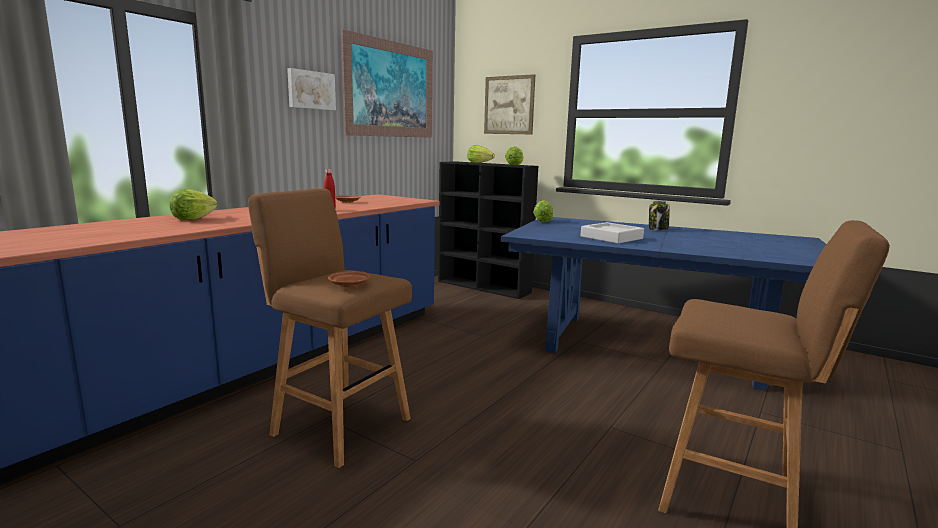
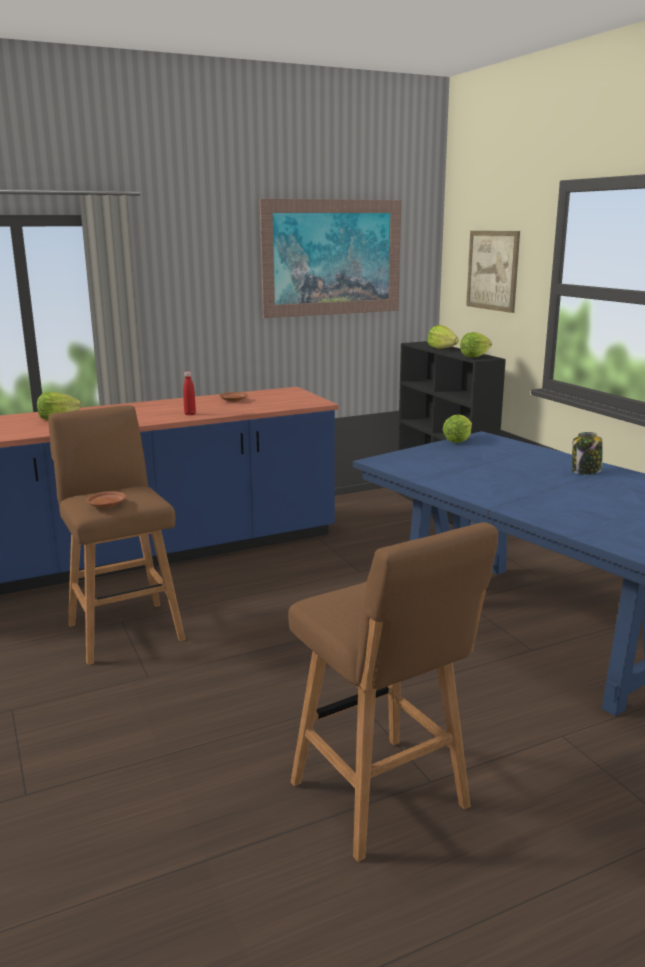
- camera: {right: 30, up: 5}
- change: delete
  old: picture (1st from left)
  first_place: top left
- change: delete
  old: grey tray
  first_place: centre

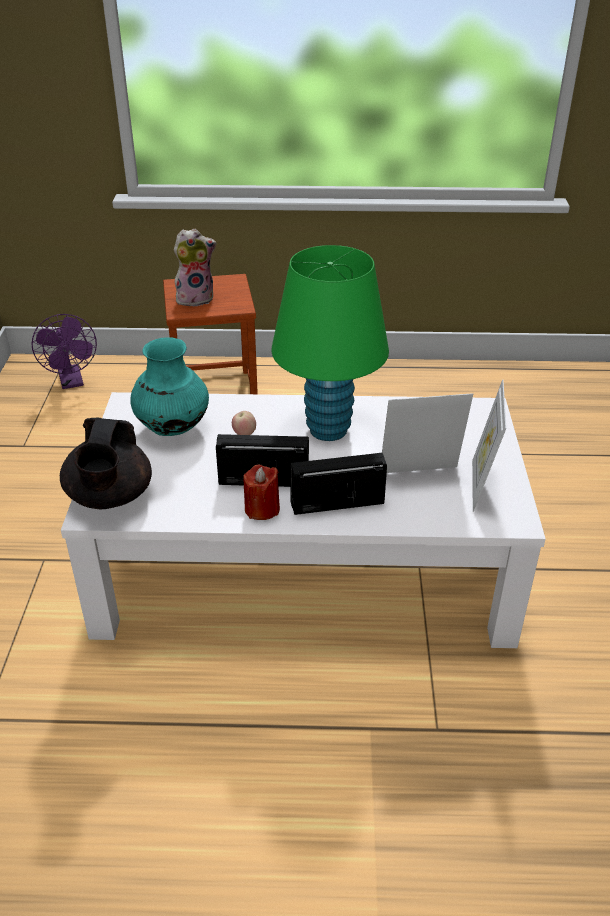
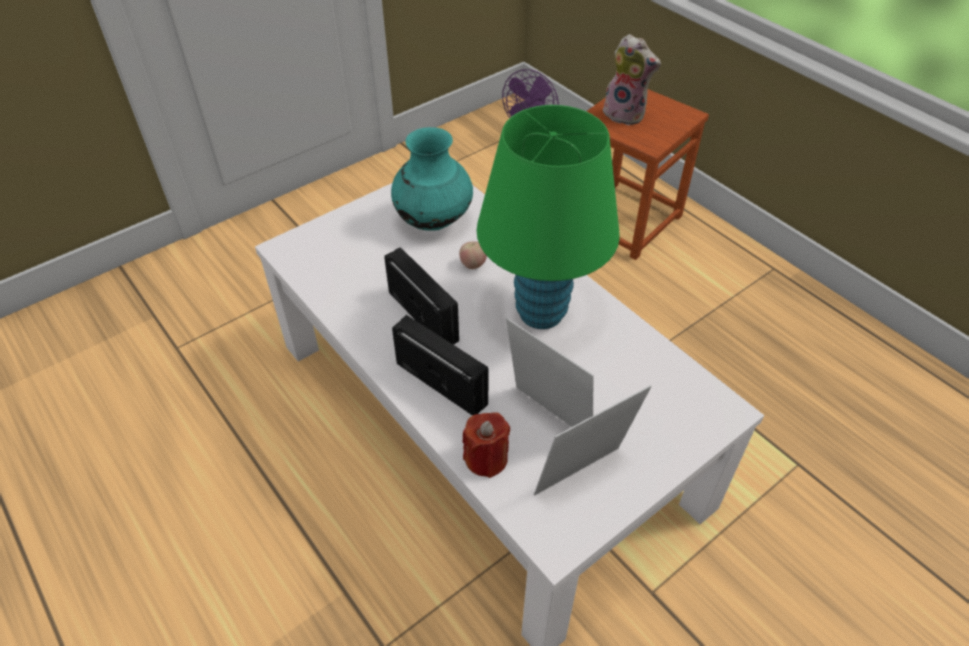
- camera: {right: 50, up: 10}
- change: delete
  old: black teapot
  first_place: middle left
- change: move
  old: red candle
  first_place: centre
  second_place: bottom centre

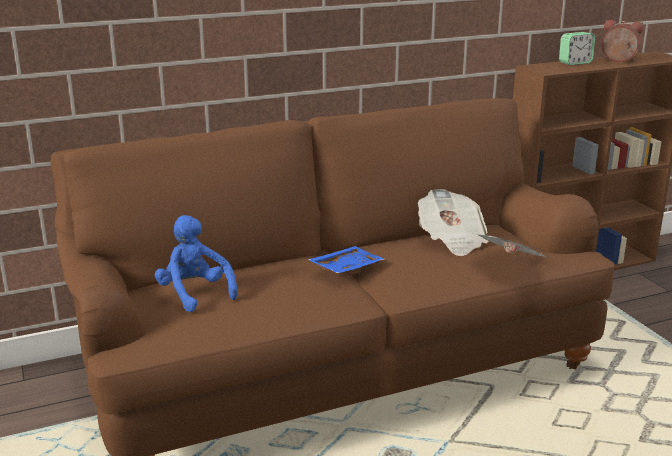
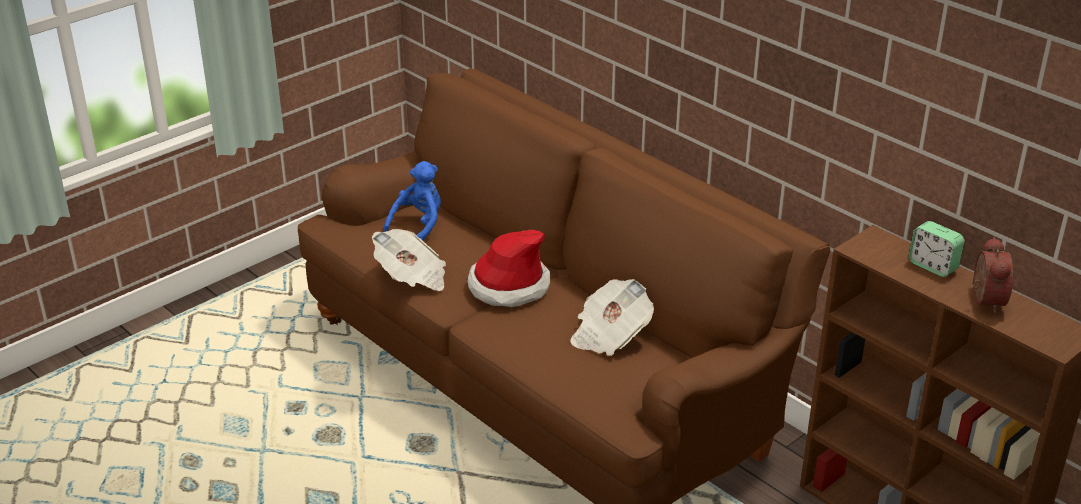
- camera: {right: 70, up: 10}
- change: move
  old: newspaper (2nd from left in the first image)
  new: newspaper (1st from left)
  first_place: middle right
  second_place: centre
- change: replace
  old: blue tray
  new: hat
  first_place: centre
  second_place: centre

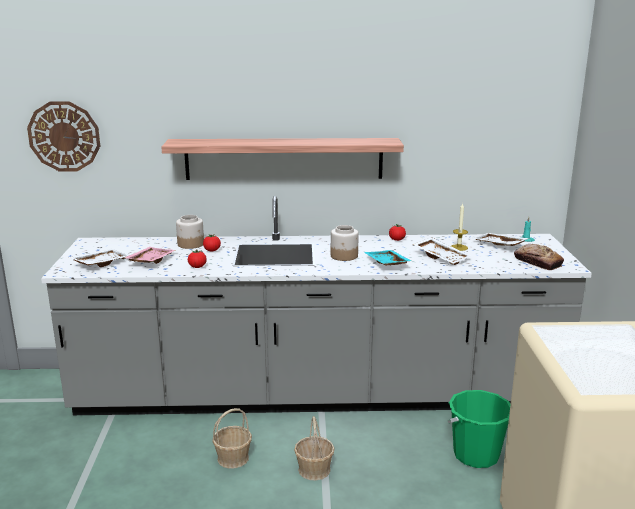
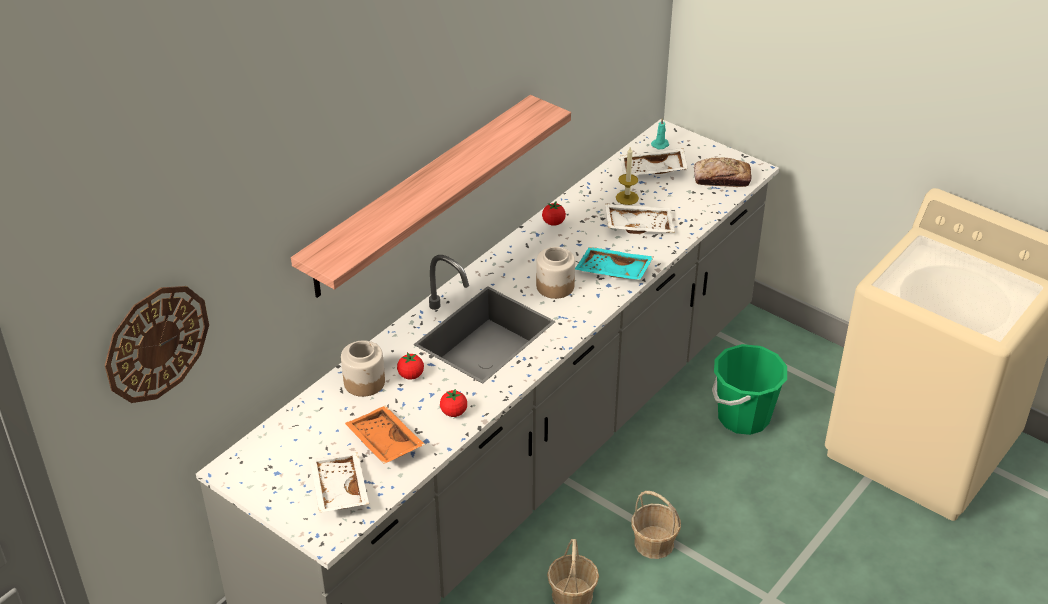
- camera: {right: -50, up: 20}
- change: recolor
  old: pink tray
  new: orange tray
  first_place: middle left
  second_place: bottom centre

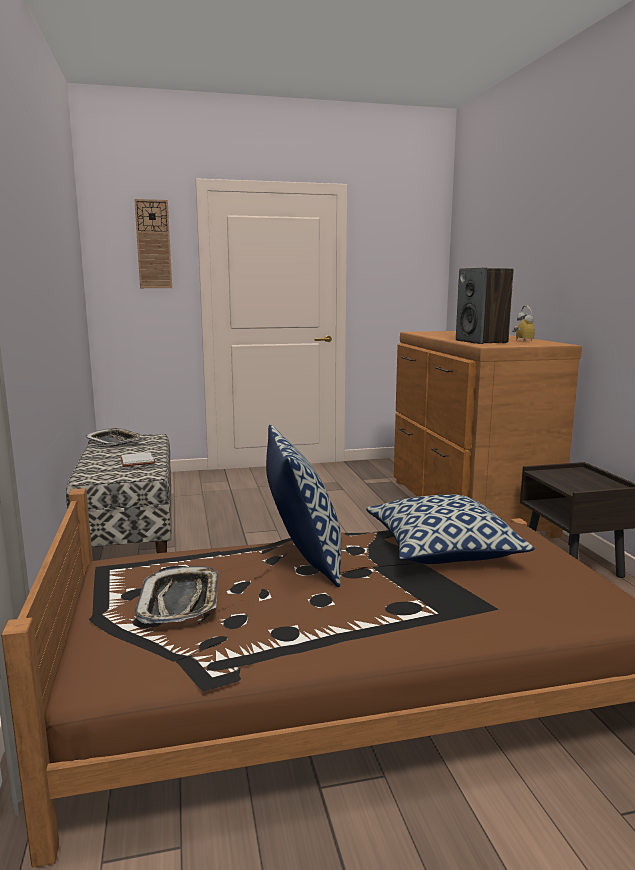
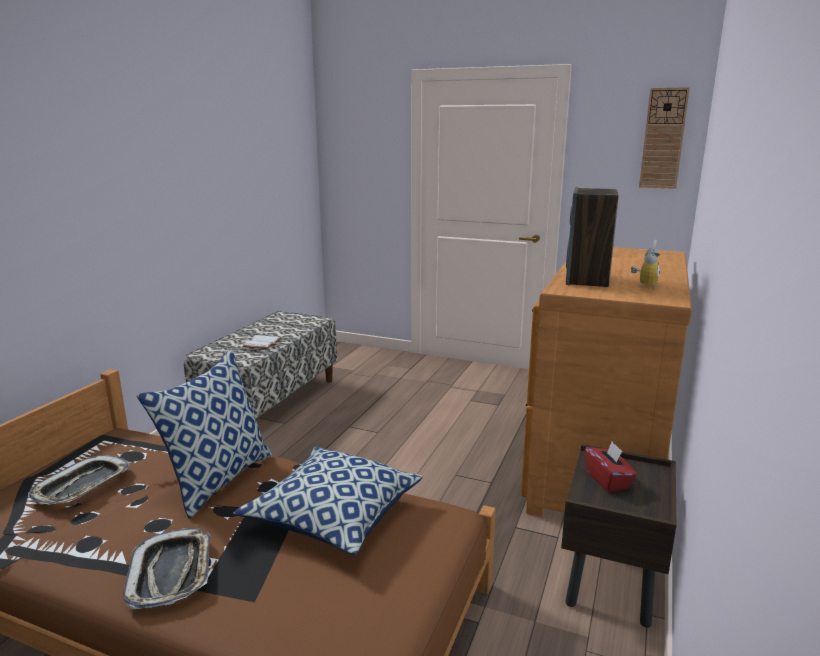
- camera: {right: 35, up: 5}
- change: move
  old: wall clock
  first_place: top left
  second_place: top right
- change: move
  old: tray (1st from left in the first image)
  new: tray (2nd from left)
  first_place: middle left
  second_place: bottom left
- change: insert
  new: red tissue box
  second_place: bottom right

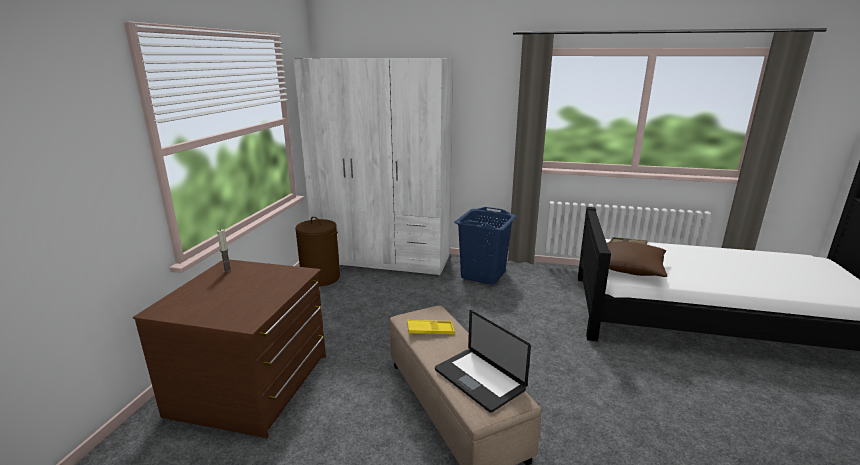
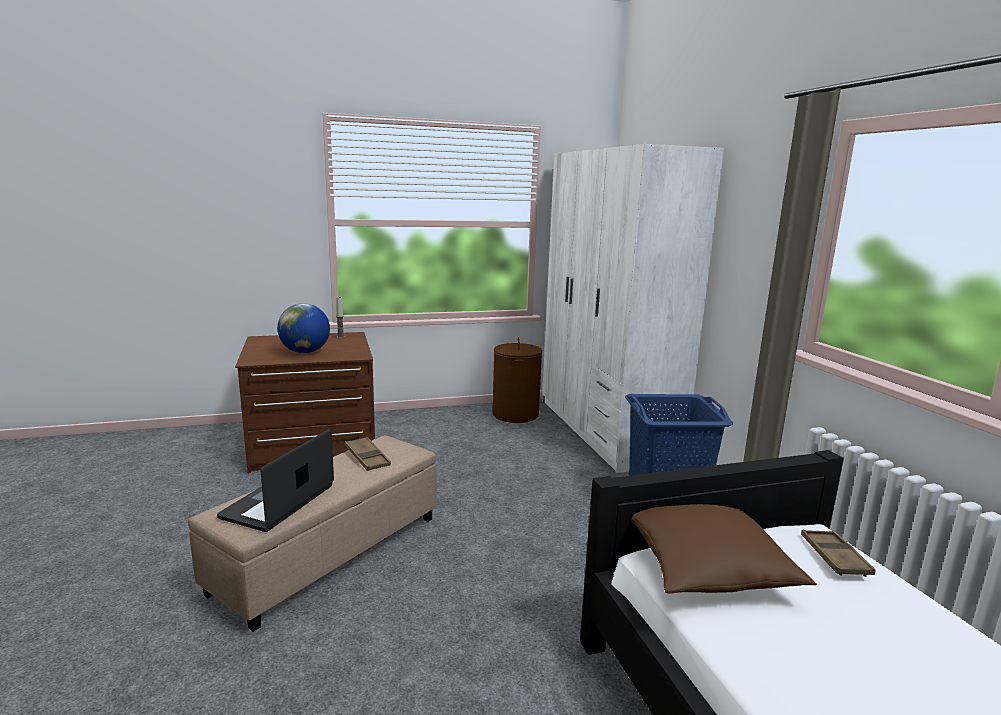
- camera: {right: 60, up: -5}
- change: recolor
  old: yellow tray
  new: brown tray (1st from left)
  first_place: bottom centre
  second_place: centre
- change: insert
  new: globe
  second_place: middle left

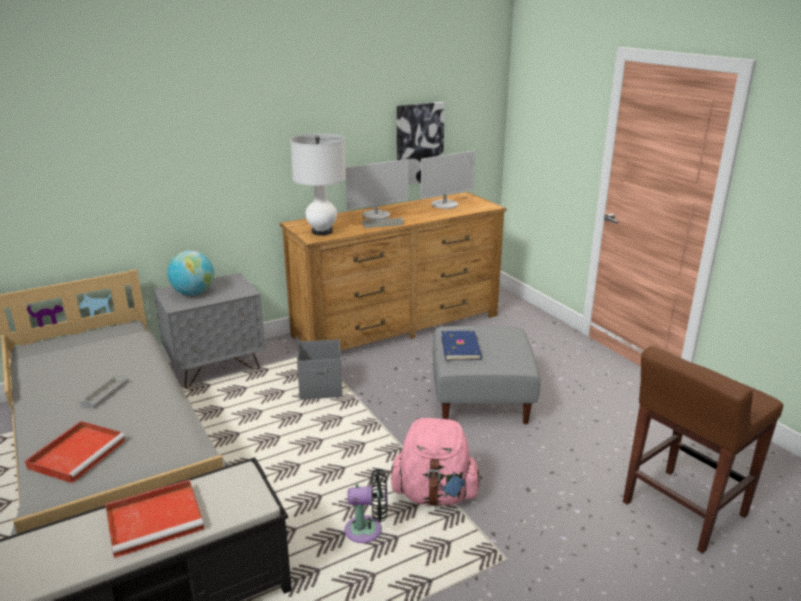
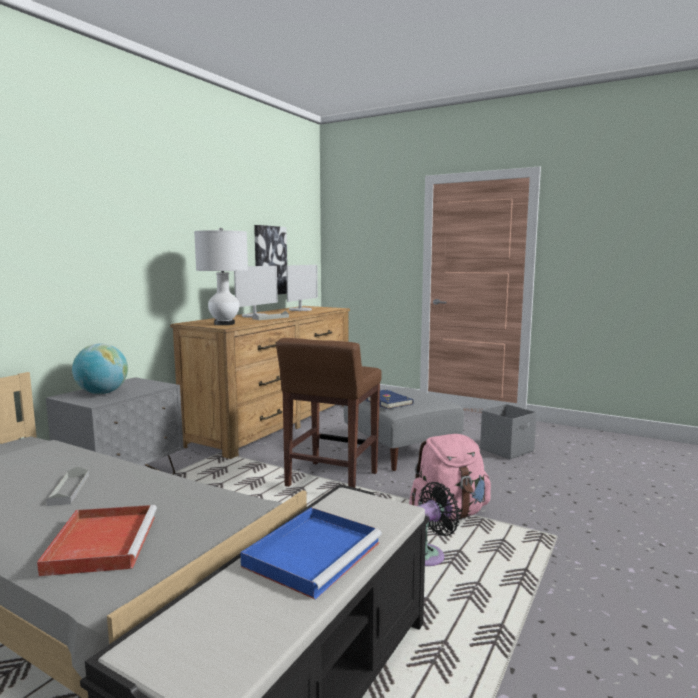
- camera: {right: -30, up: -15}
- change: move
  old: grey storage box
  first_place: centre
  second_place: middle right
- change: move
  old: brown stool
  first_place: bottom right
  second_place: centre
- change: recolor
  old: red tray (2nd from left)
  new: blue tray
  first_place: bottom left
  second_place: bottom centre

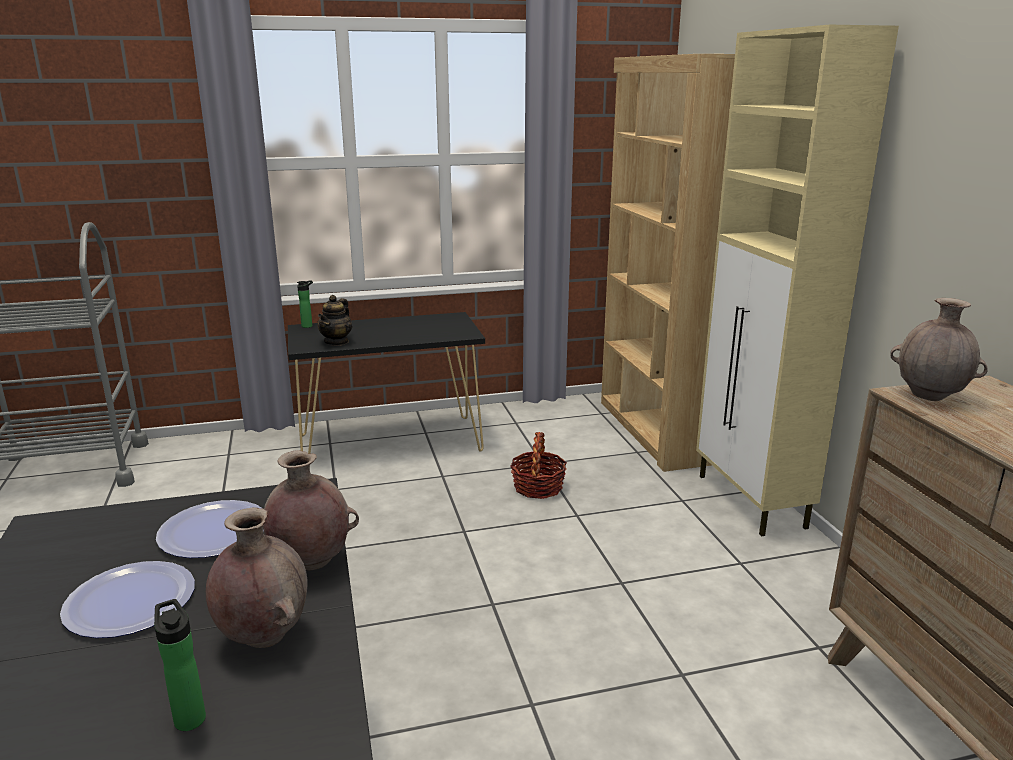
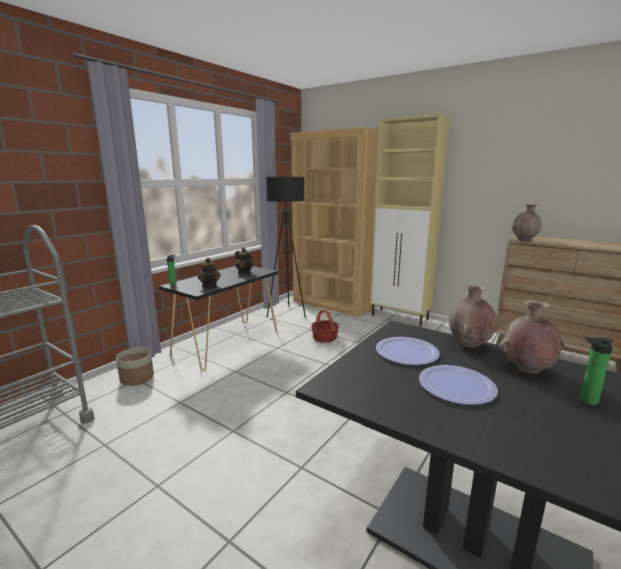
- camera: {right: -40, up: -5}
- change: insert
  new: black floor lamp
  second_place: centre
- change: insert
  new: teapot (2nd from left)
  second_place: centre
- change: insert
  new: planter
  second_place: middle left

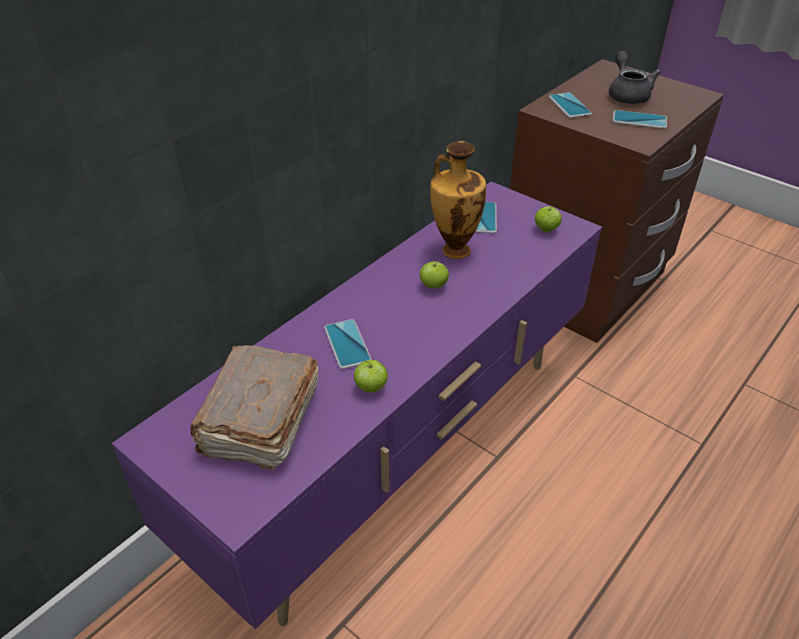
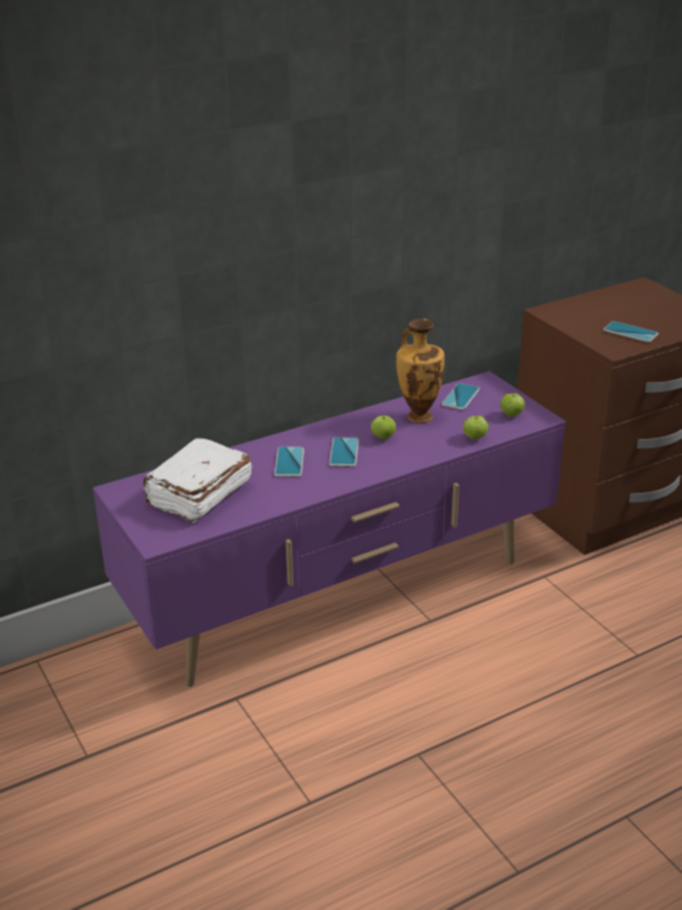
- camera: {right: 20, up: -10}
- change: delete
  old: grey teapot
  first_place: top right
- change: move
  old: phone (3rd from left in the first image)
  new: phone (2nd from left)
  first_place: top right
  second_place: centre
- change: recolor
  old: brown book
  new: white book
  first_place: middle left
  second_place: middle left
- change: move
  old: apple (1st from left in the first image)
  new: apple (2nd from left)
  first_place: centre
  second_place: middle right

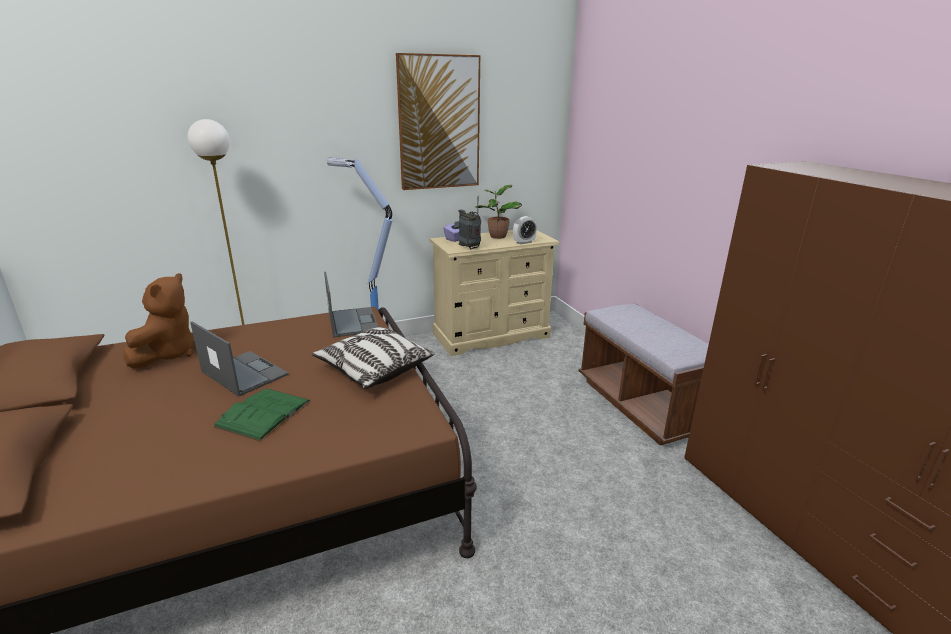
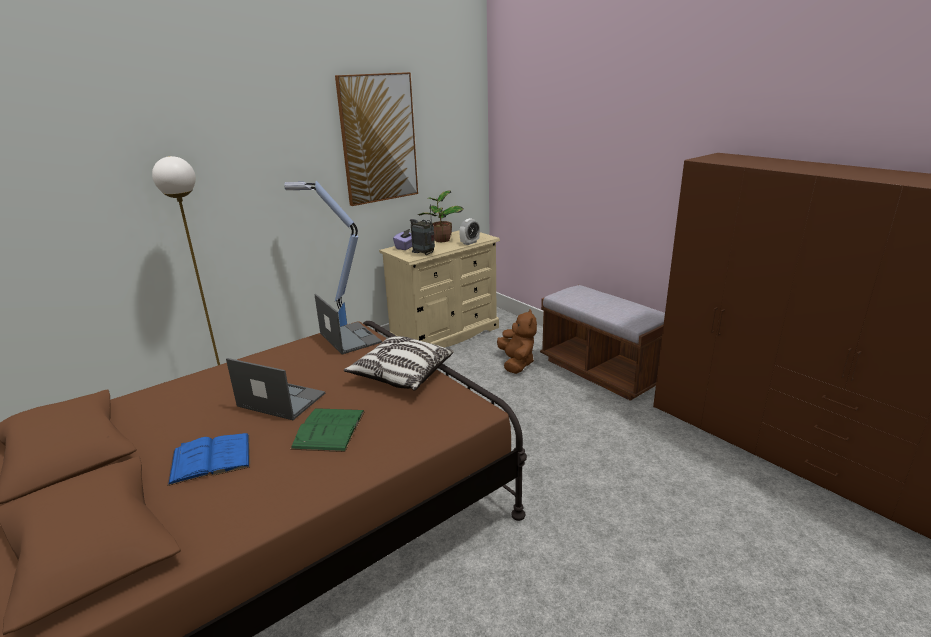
- camera: {right: -15, up: 0}
- change: move
  old: brown plush toy
  first_place: middle left
  second_place: centre
- change: insert
  new: blue book
  second_place: bottom left

